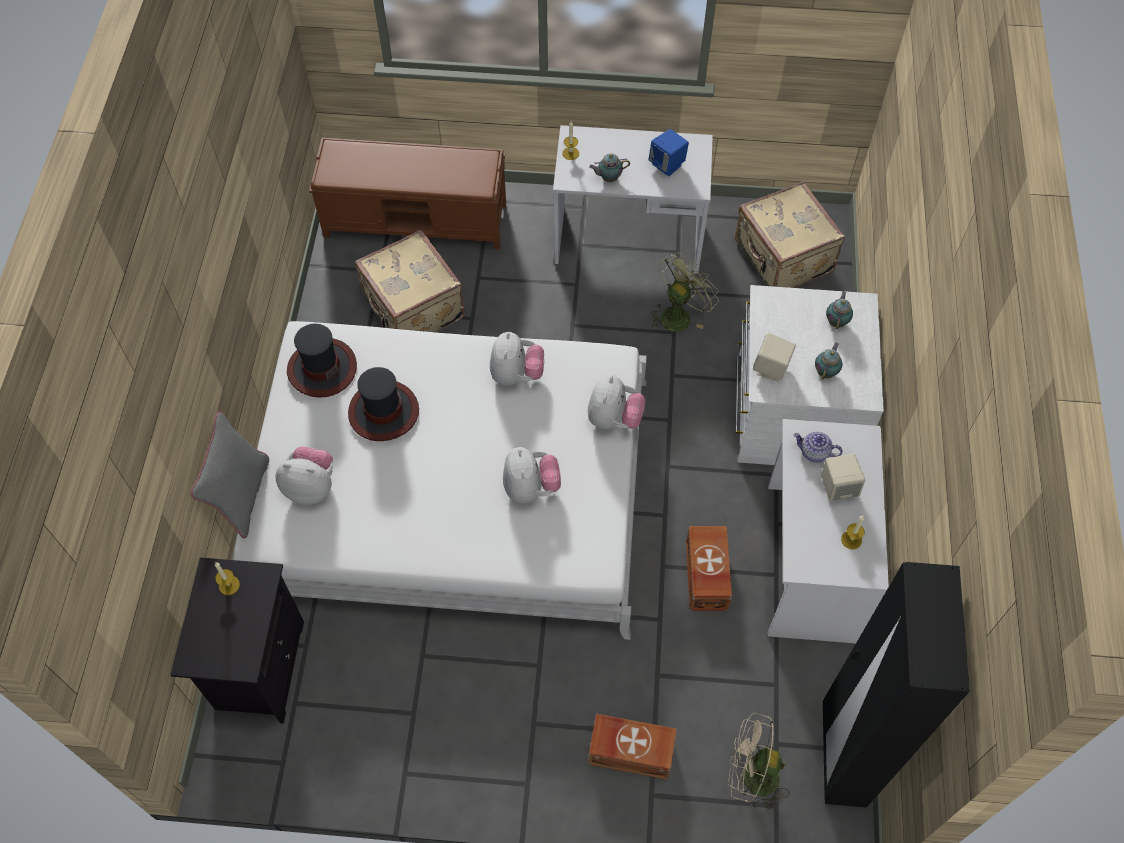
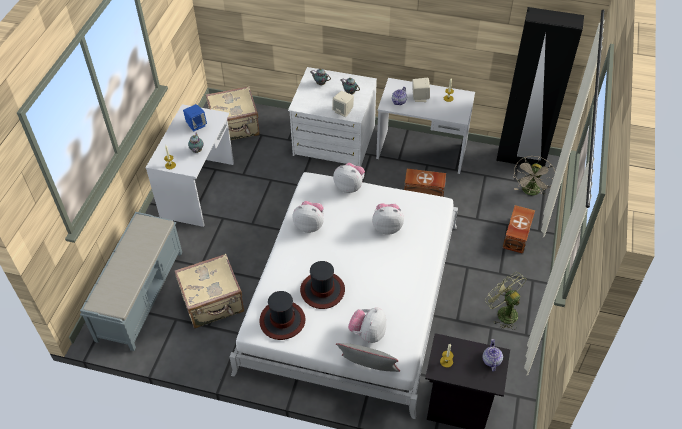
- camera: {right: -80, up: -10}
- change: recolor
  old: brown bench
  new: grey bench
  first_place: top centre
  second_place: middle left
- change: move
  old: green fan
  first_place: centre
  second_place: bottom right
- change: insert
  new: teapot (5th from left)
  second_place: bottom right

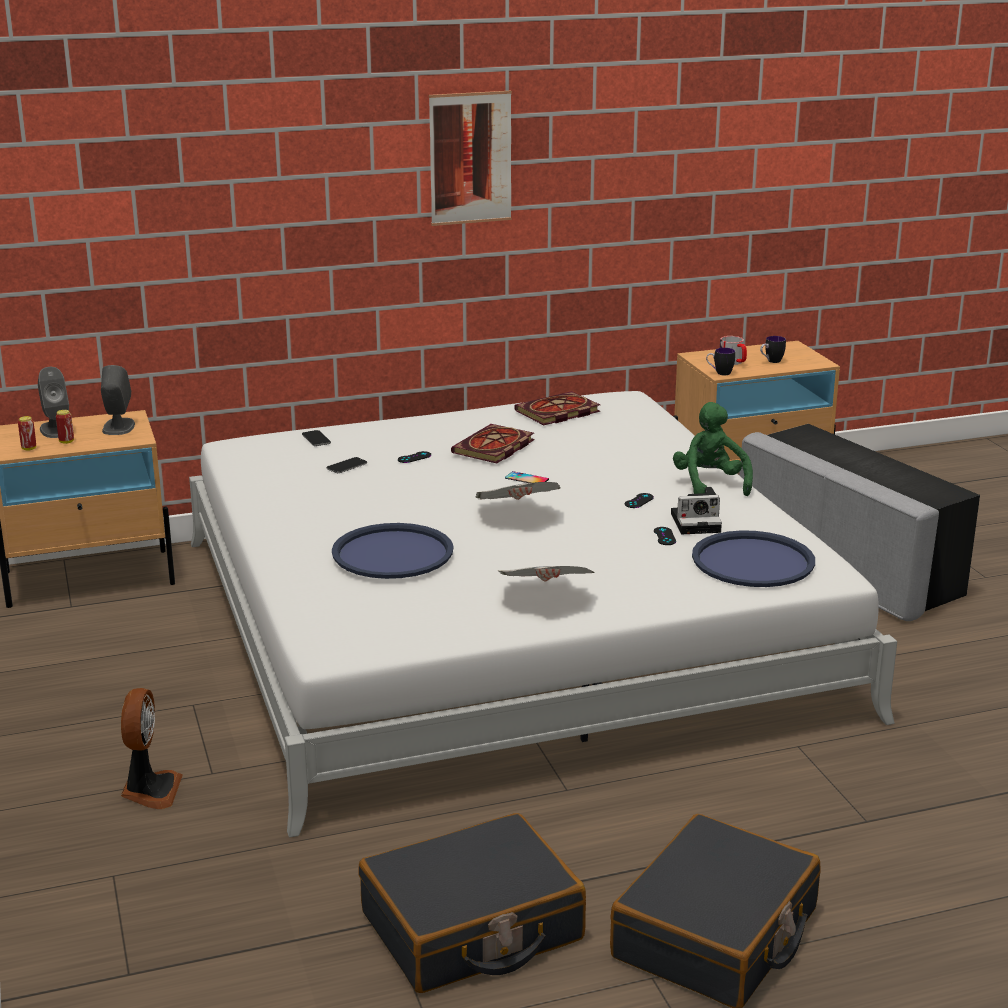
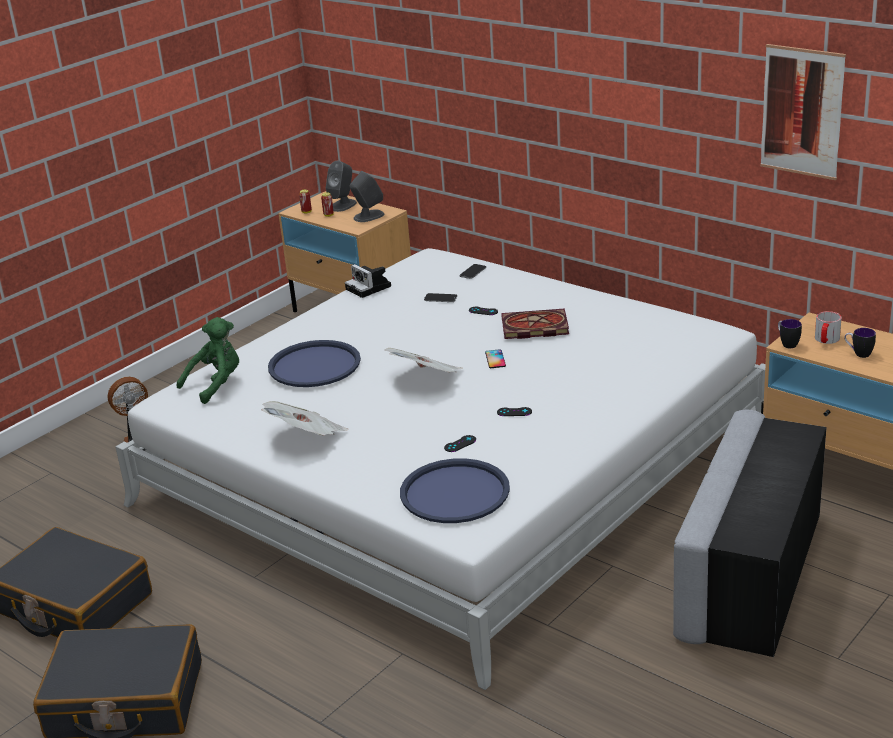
- camera: {right: 60, up: 5}
- change: move
  old: picture
  first_place: top centre
  second_place: top right
- change: delete
  old: book (2nd from left)
  first_place: centre
- change: move
  old: green plush toy
  first_place: middle right
  second_place: middle left
- change: move
  old: photo camera
  first_place: middle right
  second_place: centre

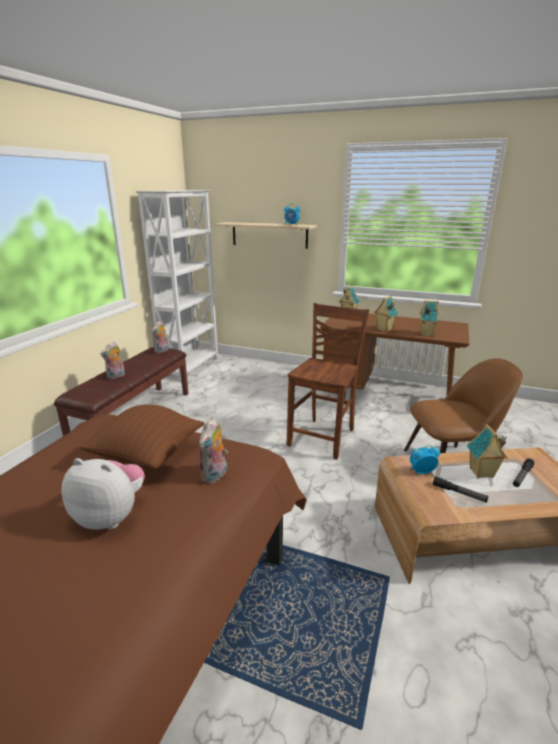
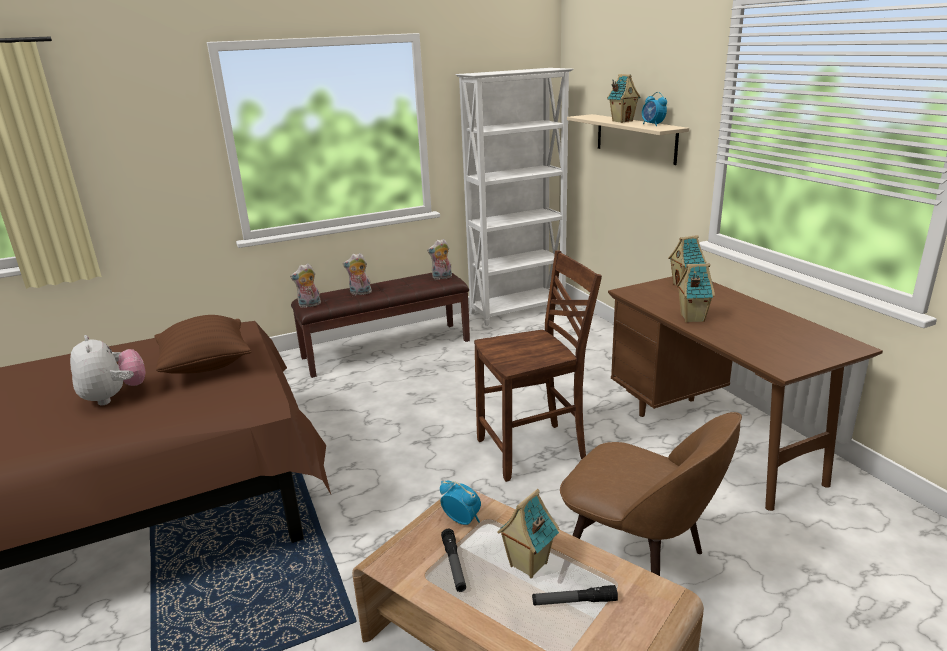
- camera: {right: 45, up: 0}
- change: move
  old: toy house (3rd from left in the first image)
  new: toy house (2nd from left)
  first_place: middle right
  second_place: top centre
- change: move
  old: plush toy (4th from left in the first image)
  new: plush toy (2nd from left)
  first_place: centre
  second_place: middle left

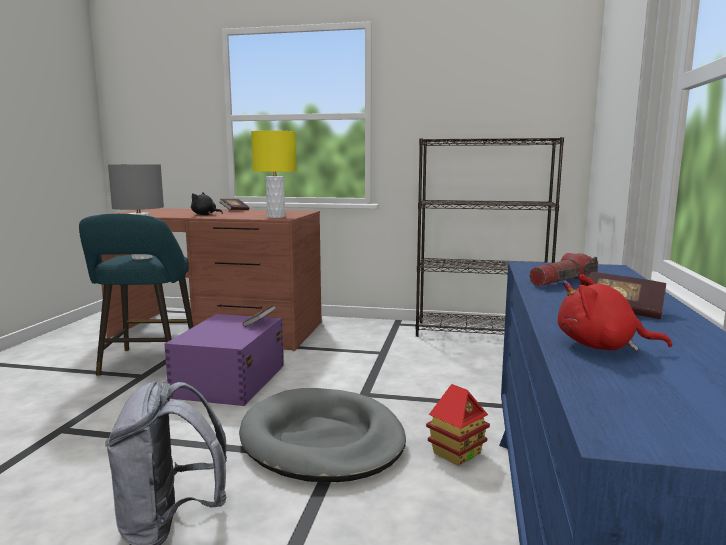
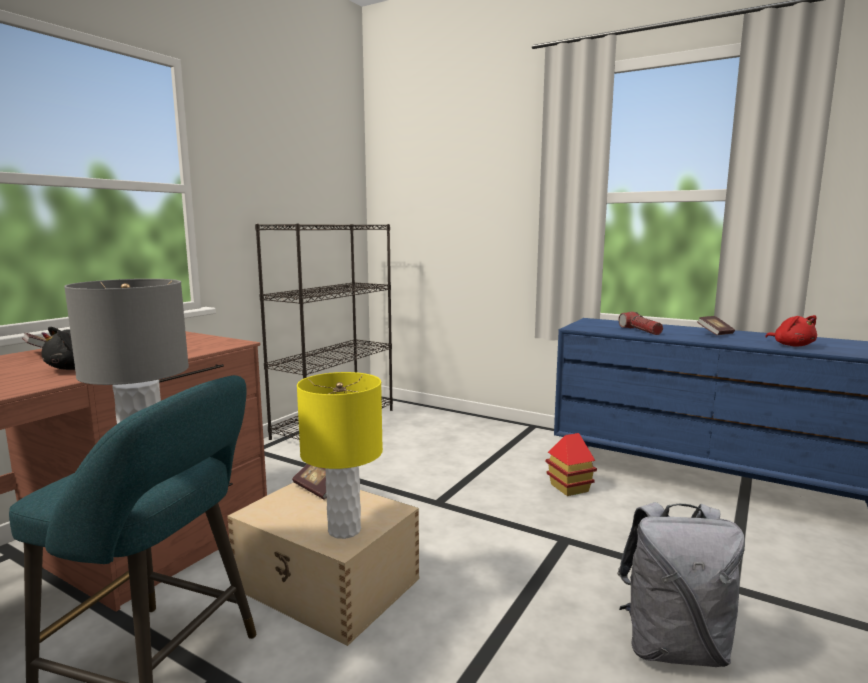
- camera: {right: -70, up: 0}
- change: move
  old: yellow table lamp
  first_place: top centre
  second_place: centre
- change: rotate
  old: red plush toy
  first_place: middle right
  second_place: middle right
  degrees: -60
- change: recolor
  old: purple storage box
  new: beige storage box
  first_place: middle left
  second_place: bottom centre
- change: delete
  old: grey dog bed
  first_place: bottom centre

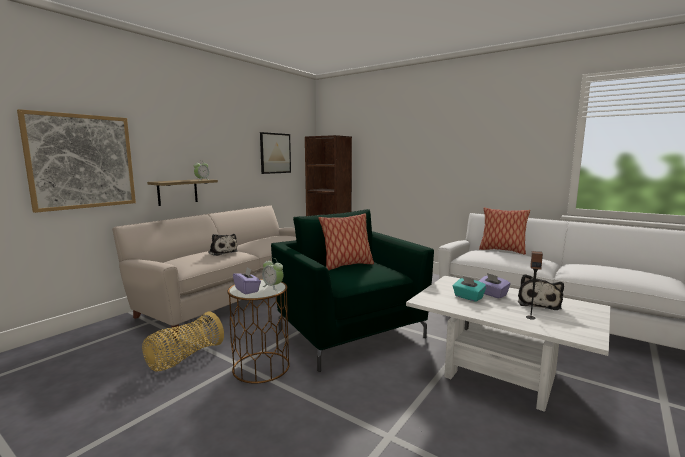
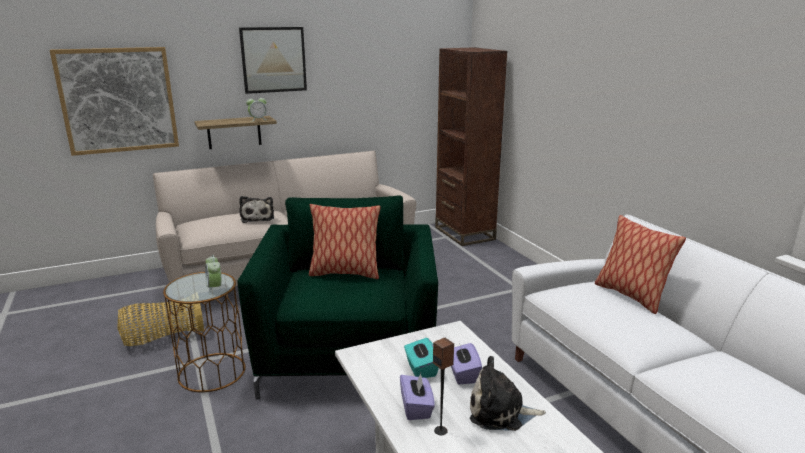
- camera: {right: 30, up: 10}
- change: move
  old: picture (2nd from left)
  first_place: centre
  second_place: top centre
- change: move
  old: purple tissue box (1st from left)
  first_place: centre
  second_place: bottom centre
- change: rotate
  old: plush toy (2nd from left)
  first_place: middle right
  second_place: bottom centre
  degrees: 45

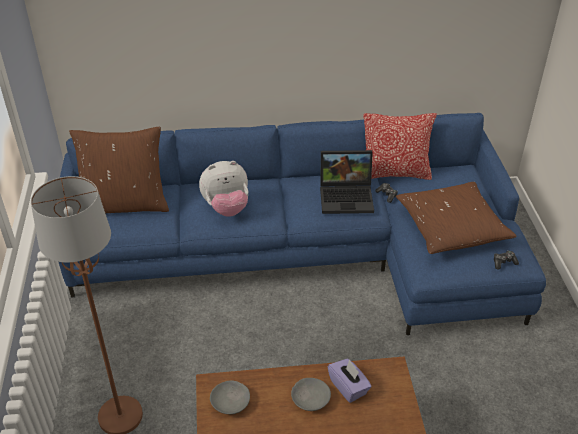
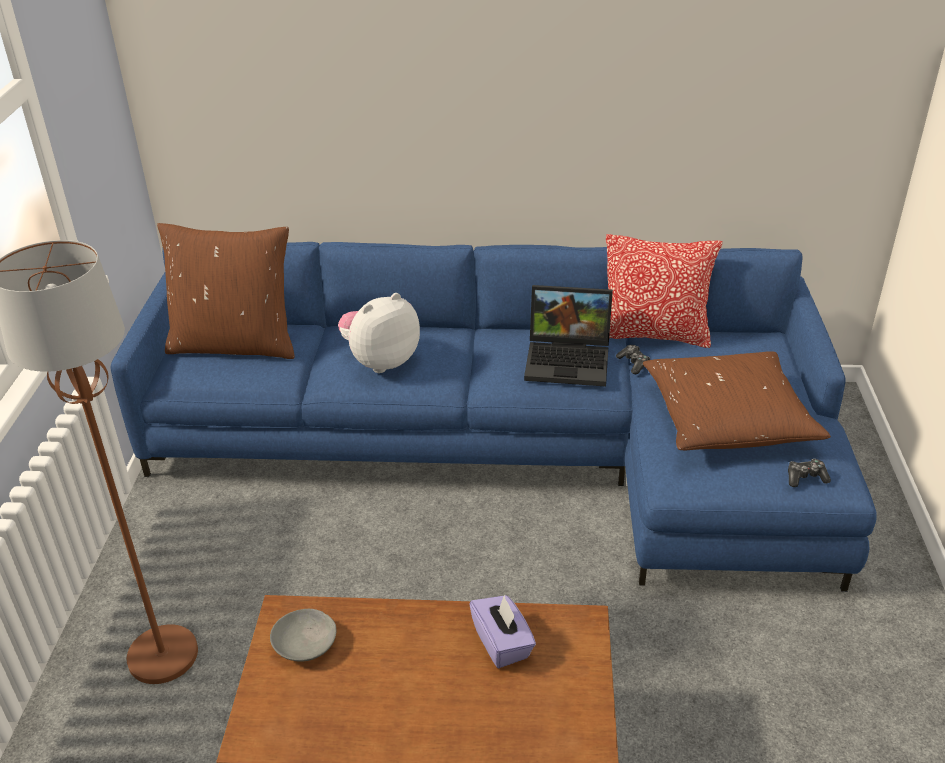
- camera: {right: 10, up: -5}
- change: rotate
  old: plush toy
  first_place: centre
  second_place: centre
  degrees: 150
- change: delete
  old: grey bowl (2nd from left)
  first_place: bottom centre

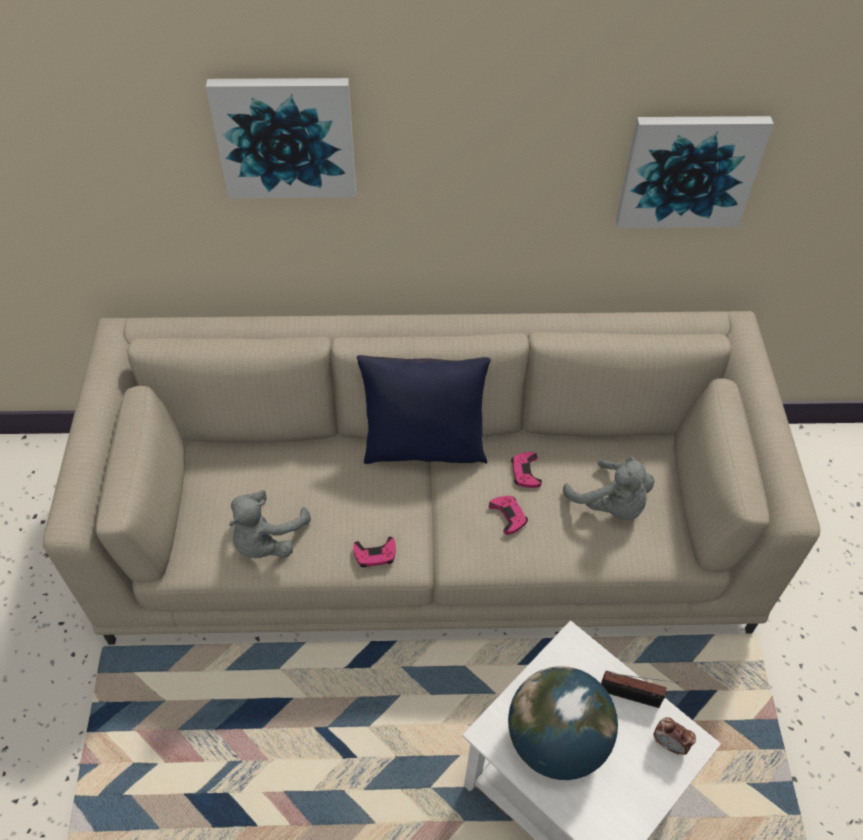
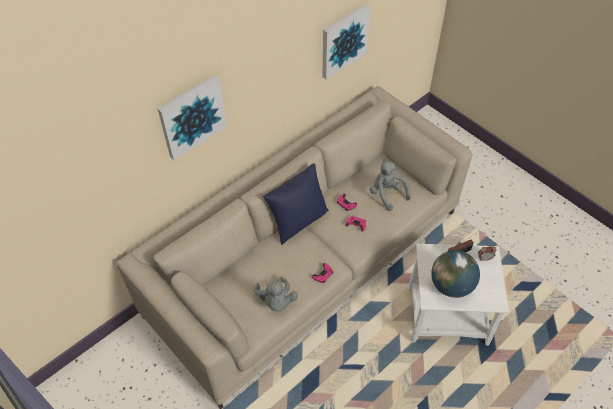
- camera: {right: -40, up: 0}
- change: rotate
  old: grey plush toy (2nd from left)
  first_place: middle right
  second_place: centre
  degrees: -135

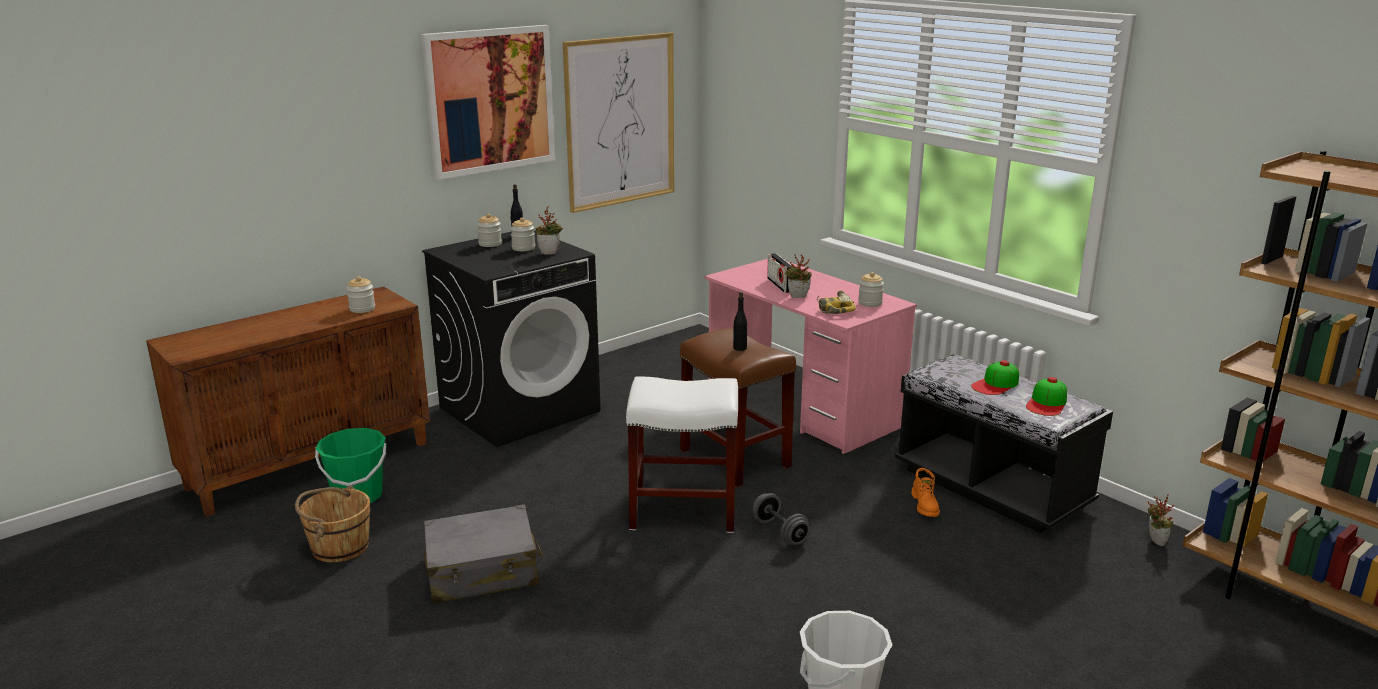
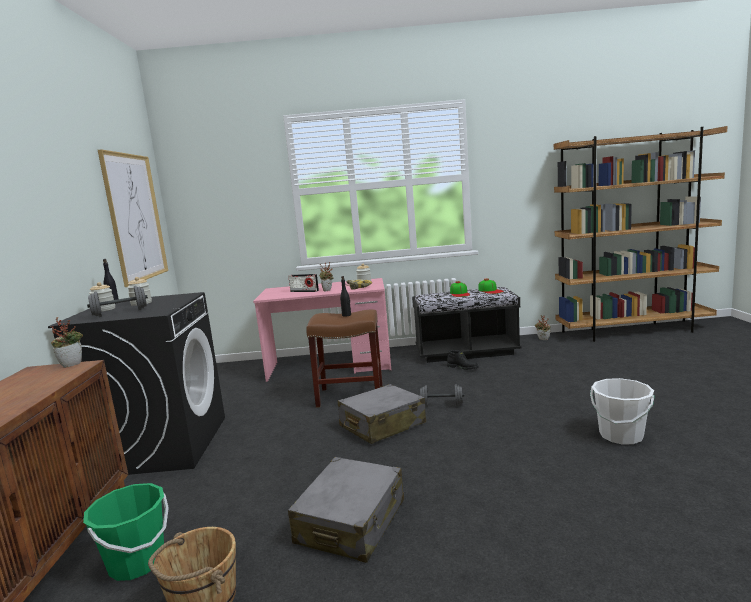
- camera: {right: -50, up: -10}
- change: delete
  old: picture (1st from left)
  first_place: top centre
- change: move
  old: potted plant (1st from left)
  first_place: centre
  second_place: middle left
- change: delete
  old: jar (1st from left)
  first_place: middle left
- change: replace
  old: white stool
  new: grey suitcase (2nd from left)
  first_place: centre
  second_place: bottom centre
- change: recolor
  old: orange boot
  new: black boot
  first_place: bottom right
  second_place: centre
- change: insert
  new: grey dumbbell (1st from left)
  second_place: middle left

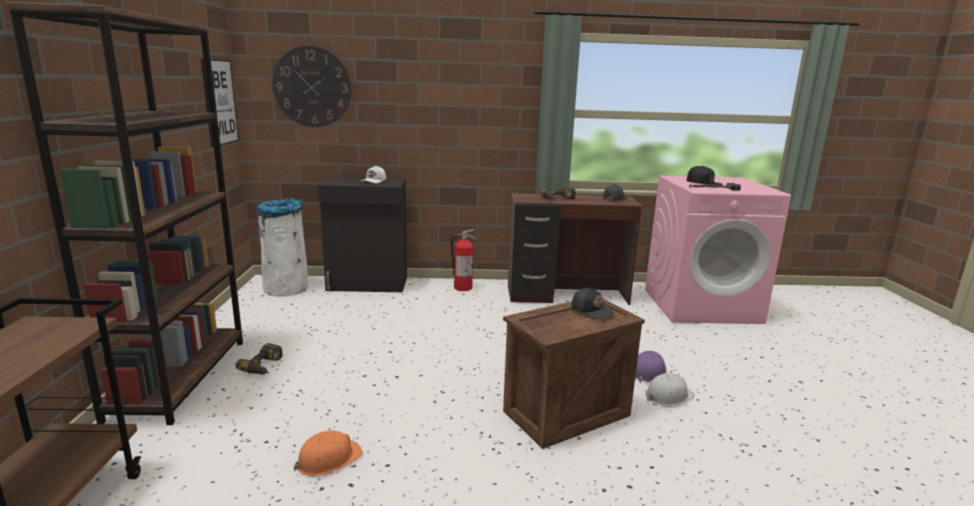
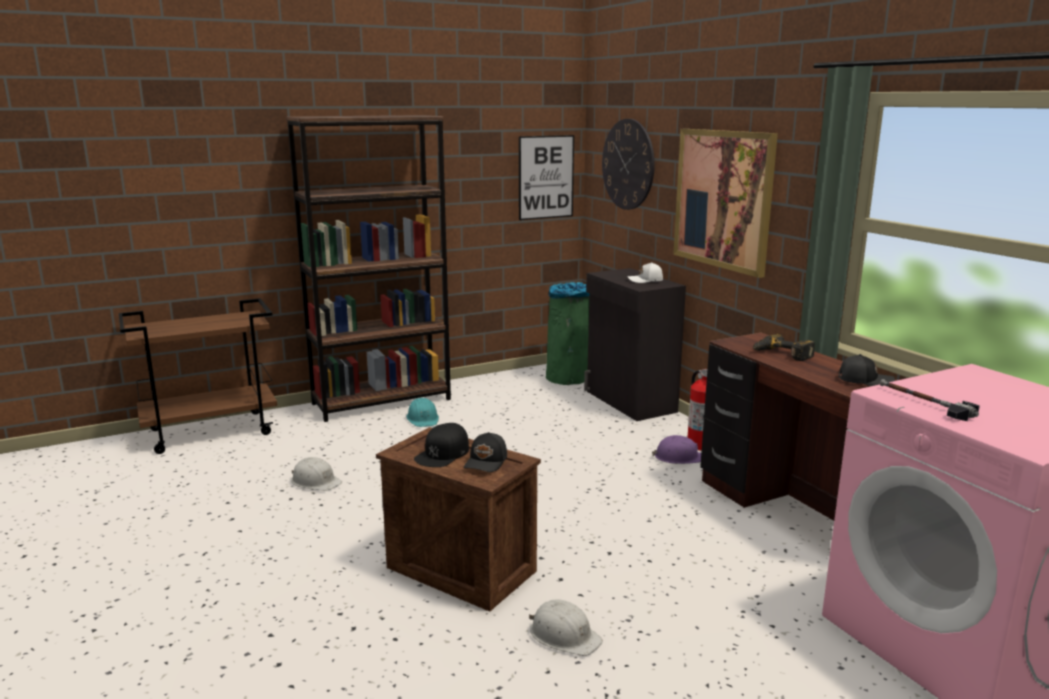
- camera: {right: 65, up: 0}
- change: move
  old: black cap (3rd from left in the first image)
  new: black cap (1st from left)
  first_place: middle right
  second_place: centre
- change: recolor
  old: white trash can
  new: green trash can
  first_place: middle left
  second_place: centre
- change: replace
  old: power drill (1st from left)
  new: turquoise hard hat
  first_place: bottom left
  second_place: centre
- change: move
  old: purple hard hat
  first_place: bottom right
  second_place: centre
- change: recolor
  old: orange hard hat
  new: white hard hat (1st from left)
  first_place: bottom centre
  second_place: bottom left
- change: insert
  new: picture (2nd from left)
  second_place: top right

